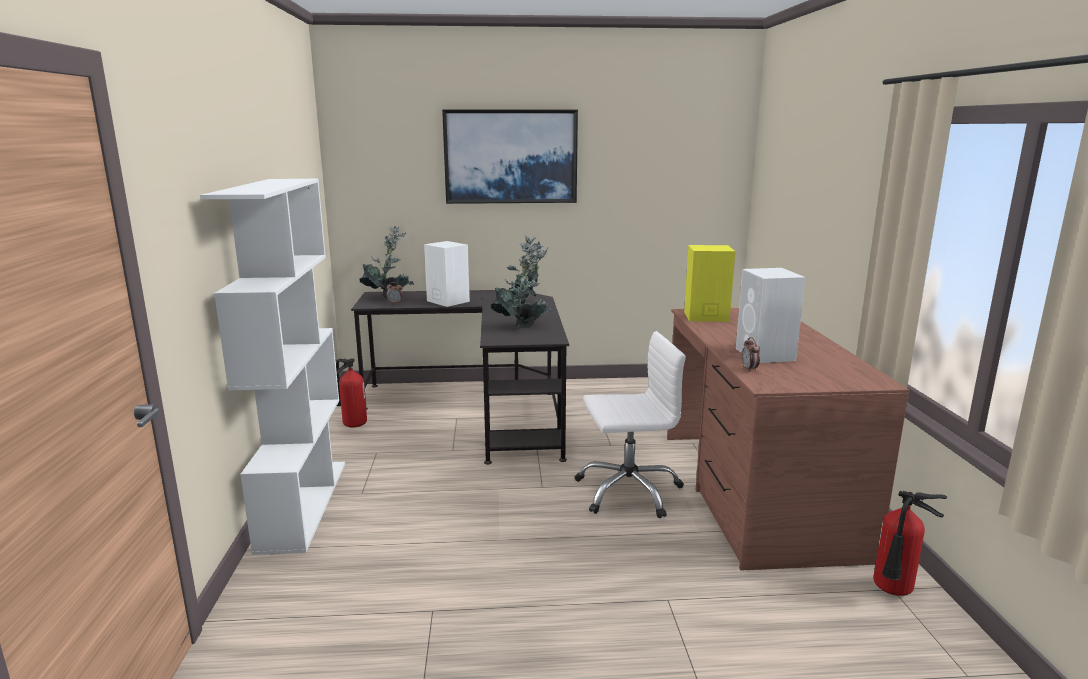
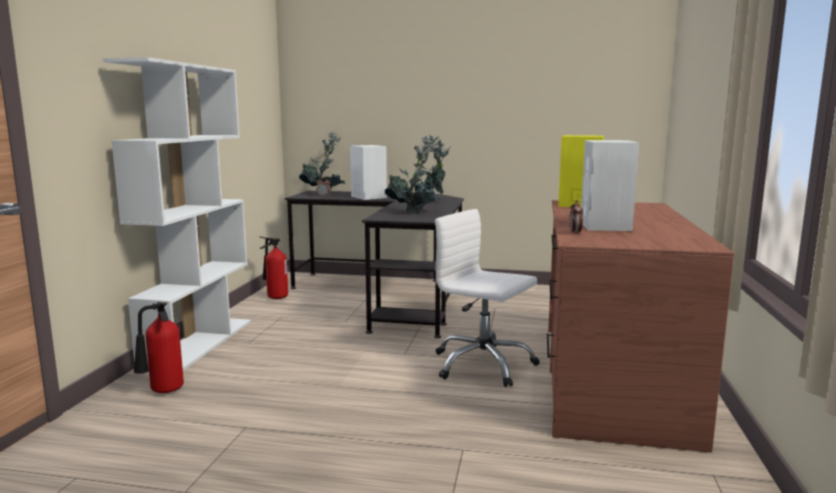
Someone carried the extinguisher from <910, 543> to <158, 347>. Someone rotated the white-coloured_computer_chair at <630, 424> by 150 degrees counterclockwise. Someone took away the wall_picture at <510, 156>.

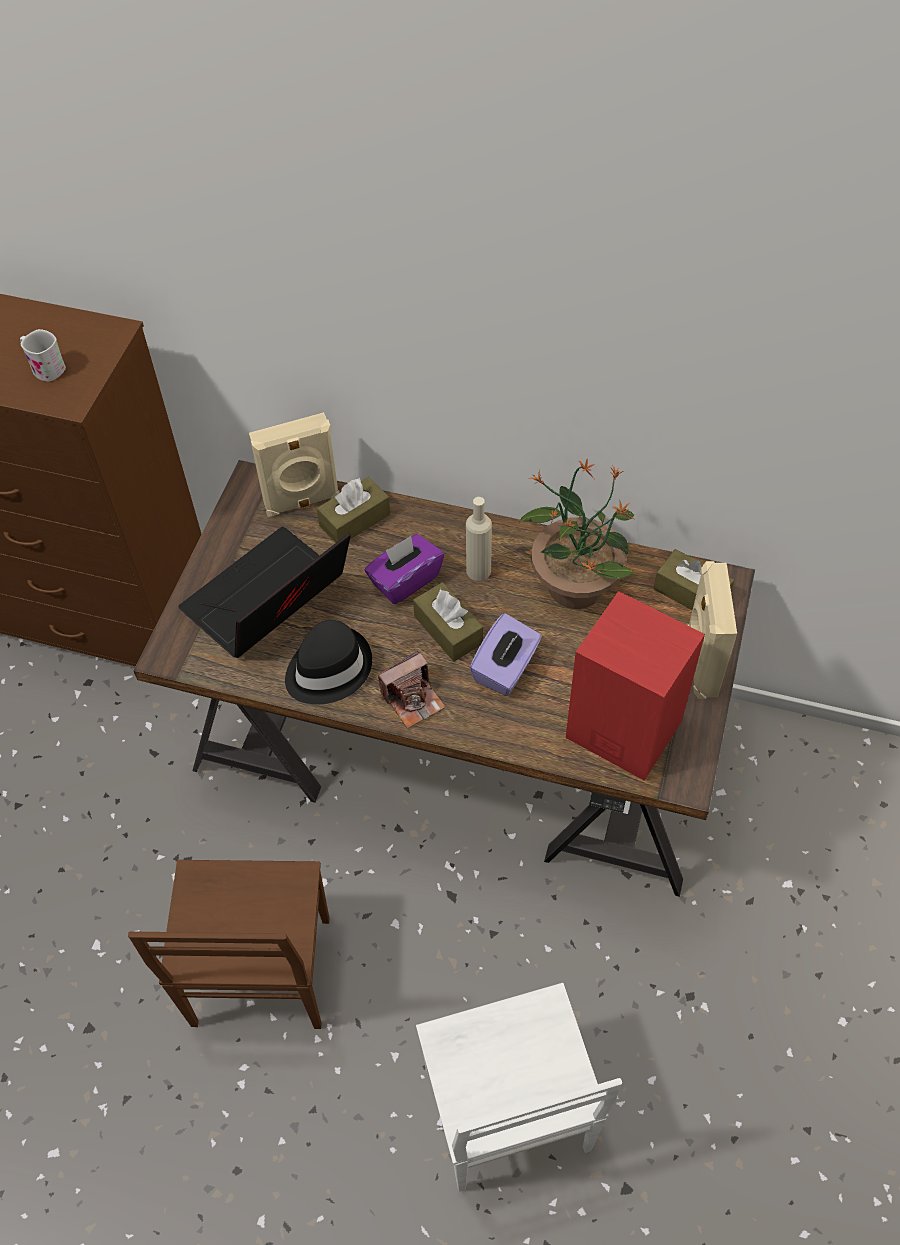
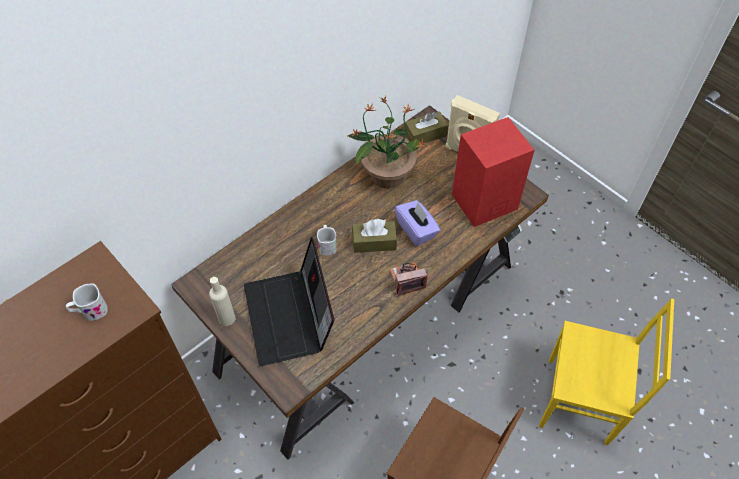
Someone carried the beige-coloured_beverage_bottle from <479, 539> to <222, 301>. Someone swapped the purplish_box_of_tissues at <404, 569> for the white-coloured_tea_mug at <327, 240>. Someone rotated the still_camera at <412, 689> by 105 degrees counterclockwise. Someone repainted the white-coloured_chair at <519, 1087>, which became the yellowish_chair at <606, 371>. Someone took away the beige-coloured_speaker at <294, 464>. Someone took away the blackish_clothing_hat at <328, 662>. Someone took away the brown-coloured_box_of_tissues at <353, 510>.

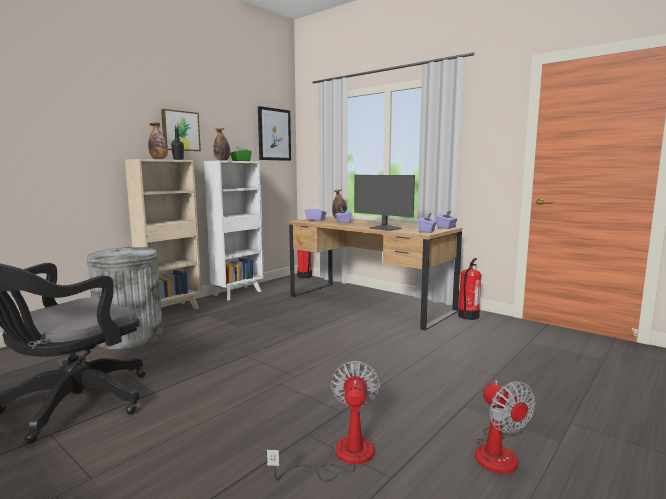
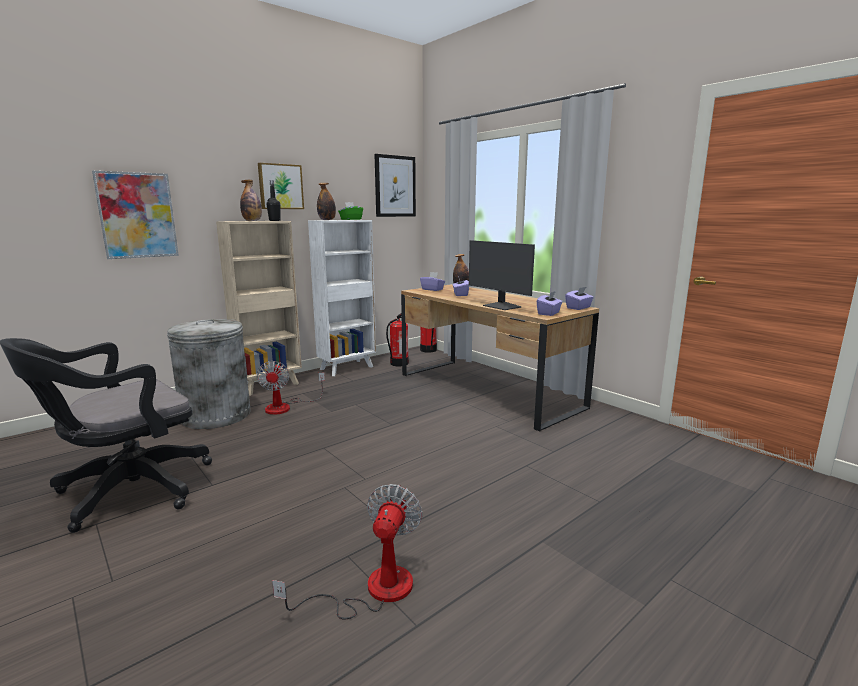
Someone put up the wall_picture at <135, 215>. Someone carried the electric_fan from <505, 427> to <290, 388>. Someone carried the extinguisher from <469, 289> to <397, 340>.

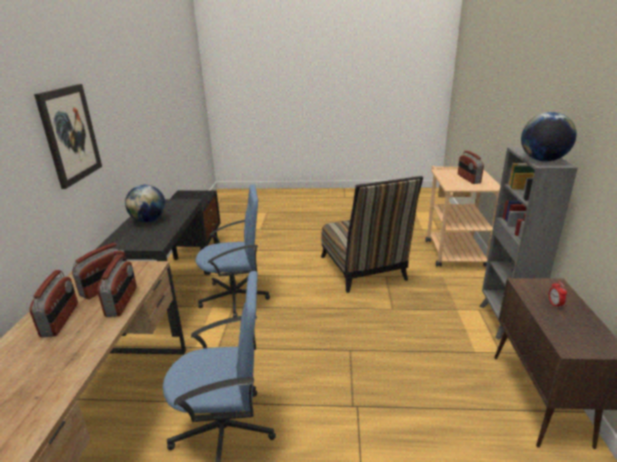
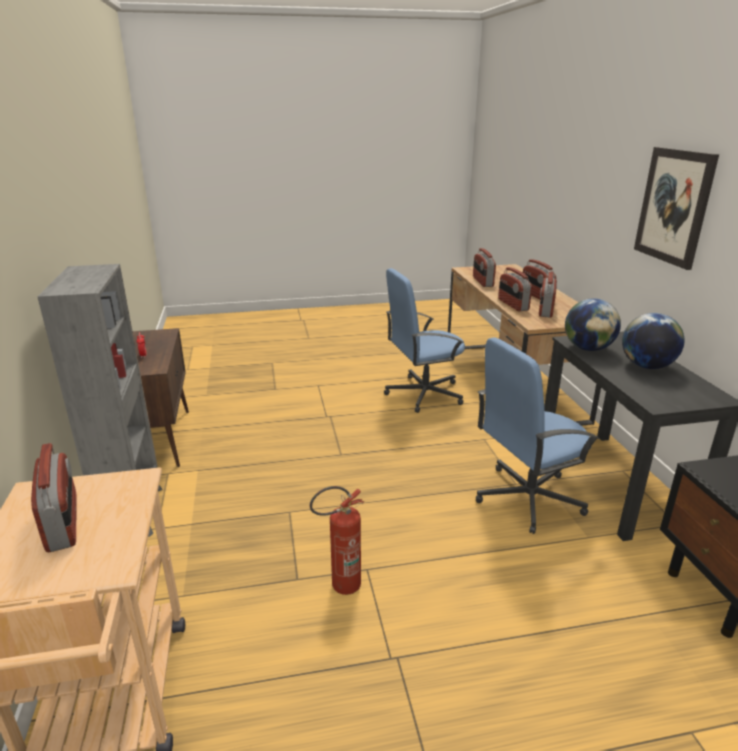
Someone swapped the chair at <372, 234> for the extinguisher at <337, 540>. Someone put down the radio_receiver at <484, 267>. Someone carried the desk_globe from <548, 137> to <593, 324>.

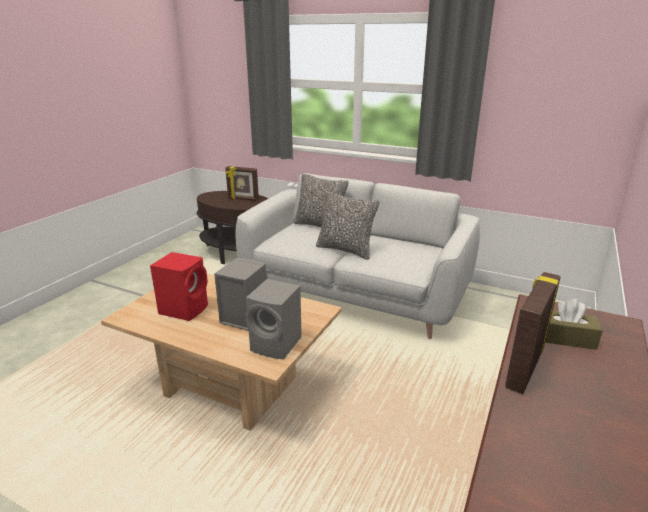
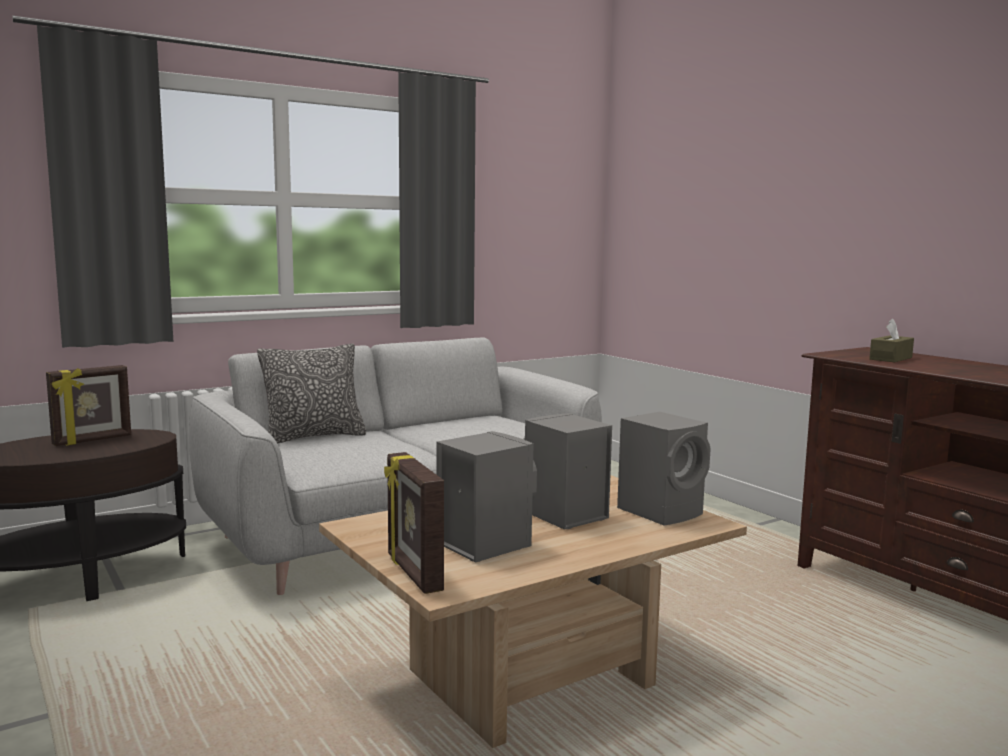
Someone carried the photo_frame from <533, 333> to <414, 523>. Someone repainted the red-coloured_speaker at <179, 286>, which became the grey_speaker at <486, 497>. Someone took away the cushion at <348, 225>.

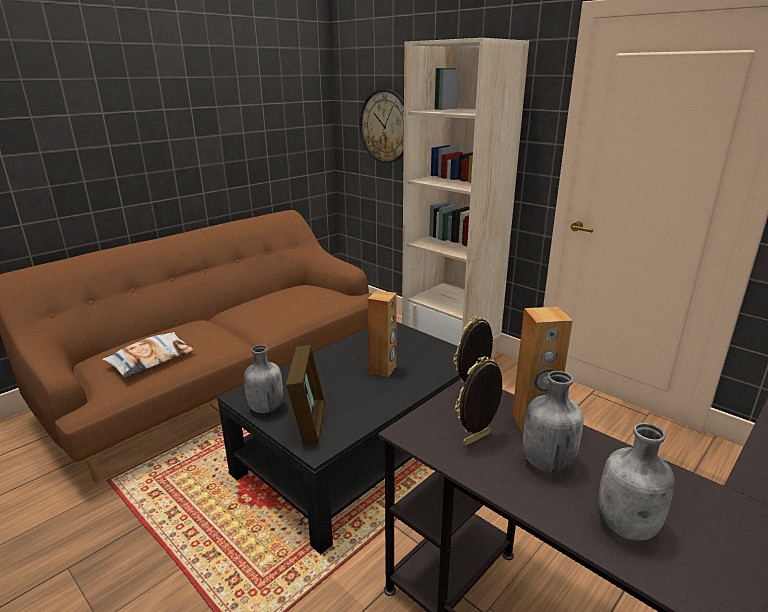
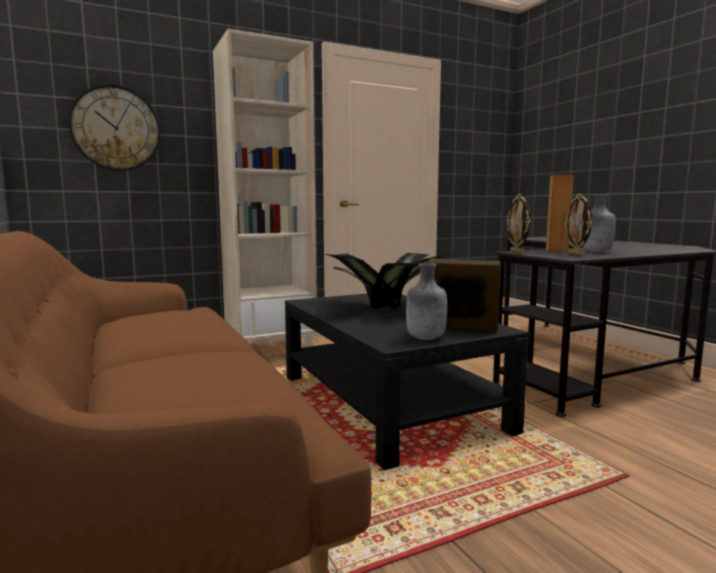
Someone swapped the brown-coloured_speaker at <382, 333> for the houseplant at <390, 281>. Someone took away the cushion at <148, 355>. Someone took away the grey_beverage_bottle at <636, 482>.

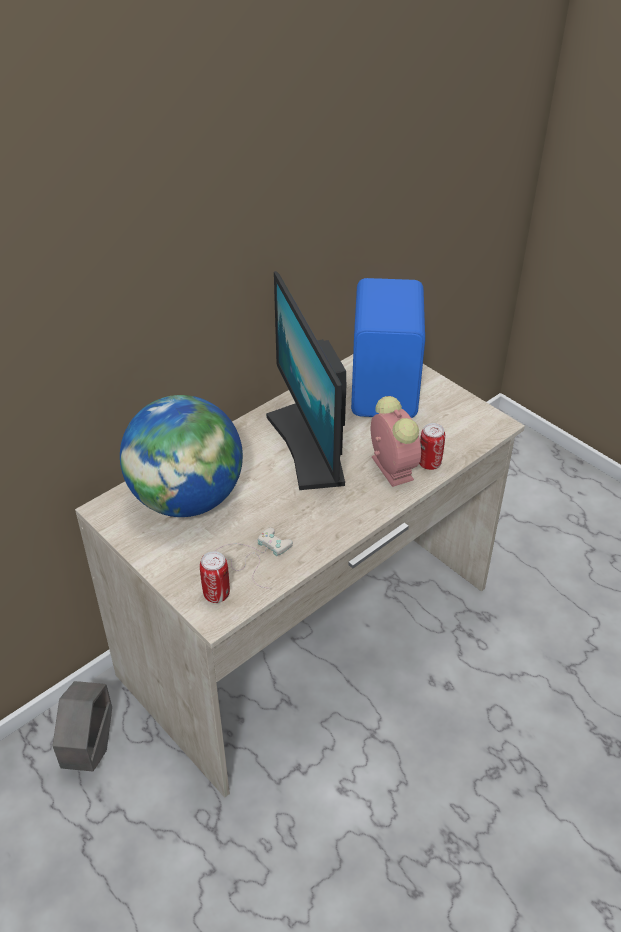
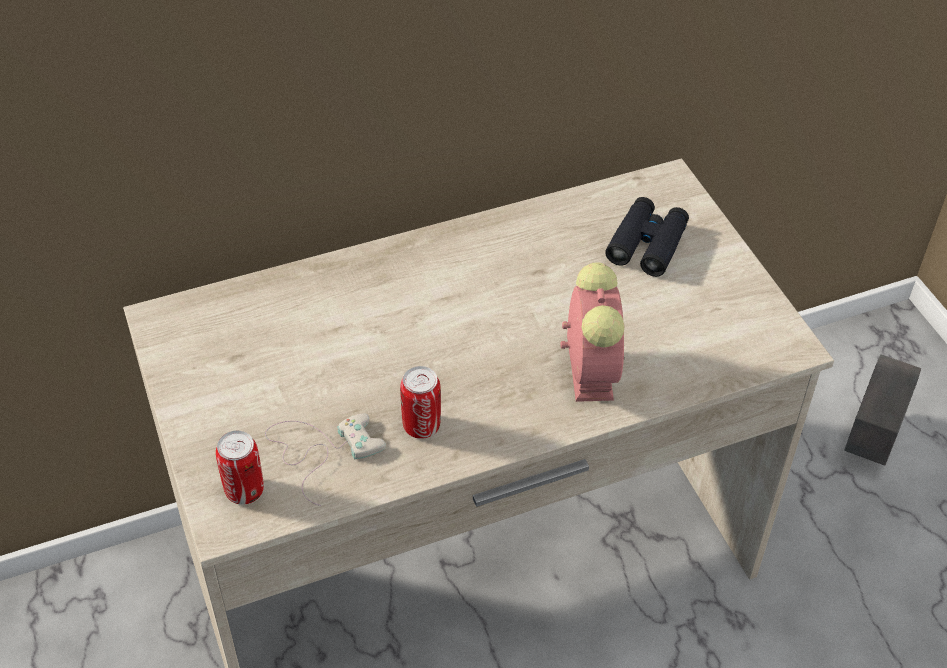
Someone carried the can from <432, 446> to <420, 402>. Someone swapped the blue_speaker at <388, 348> for the blackish_pair_of_binoculars at <647, 237>. Someone carried the grey_plant_pot from <82, 726> to <882, 410>. Someone took away the desk_globe at <181, 456>. Someone took away the computer_screen at <306, 380>.

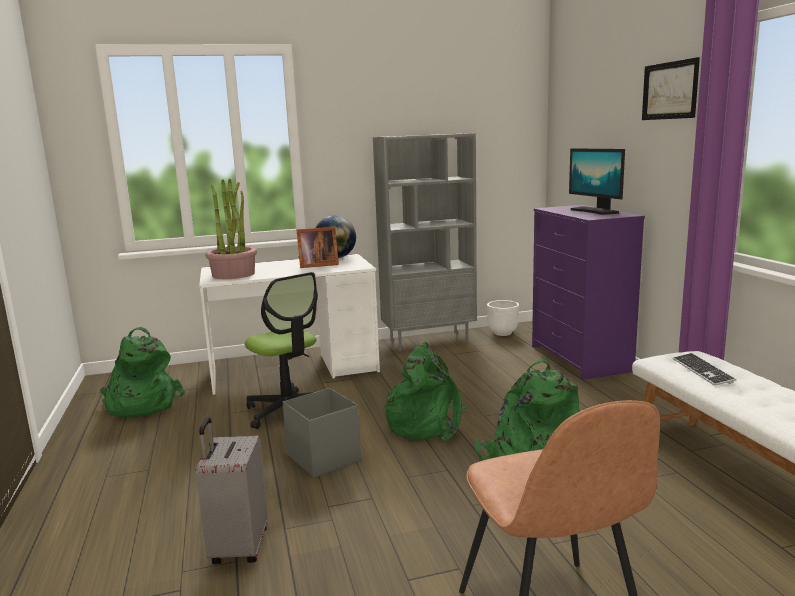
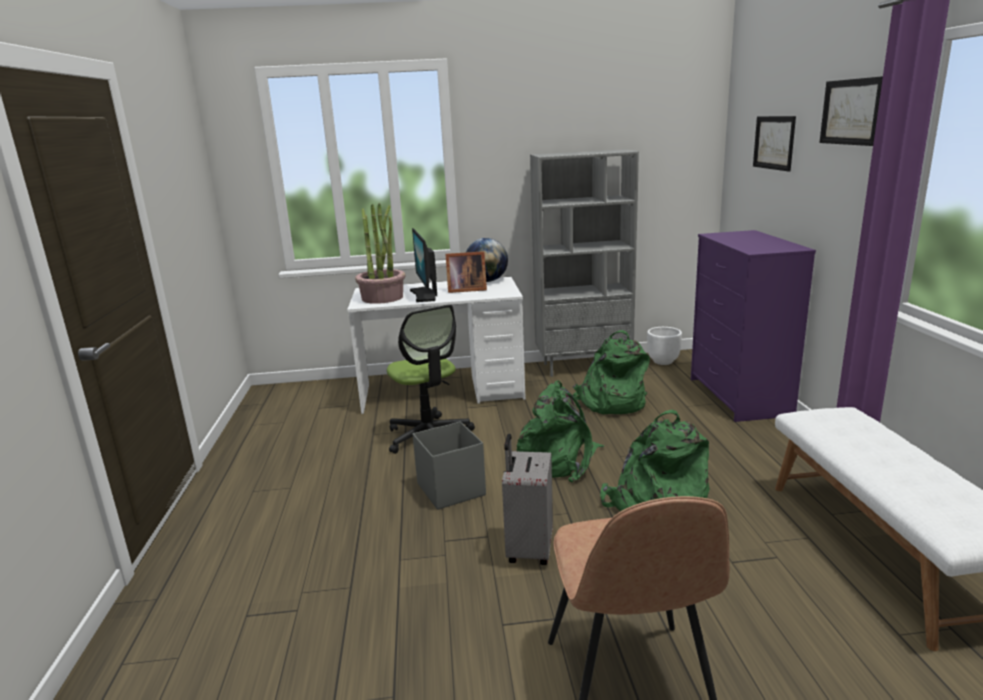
Someone carried the computer_screen from <597, 181> to <423, 265>. Someone carried the grey_piece_of_luggage from <232, 490> to <527, 499>. Someone carried the green-coloured_knapsack from <142, 372> to <611, 372>. Someone put up the wall_picture at <774, 144>. Someone took away the keyboard at <704, 369>.

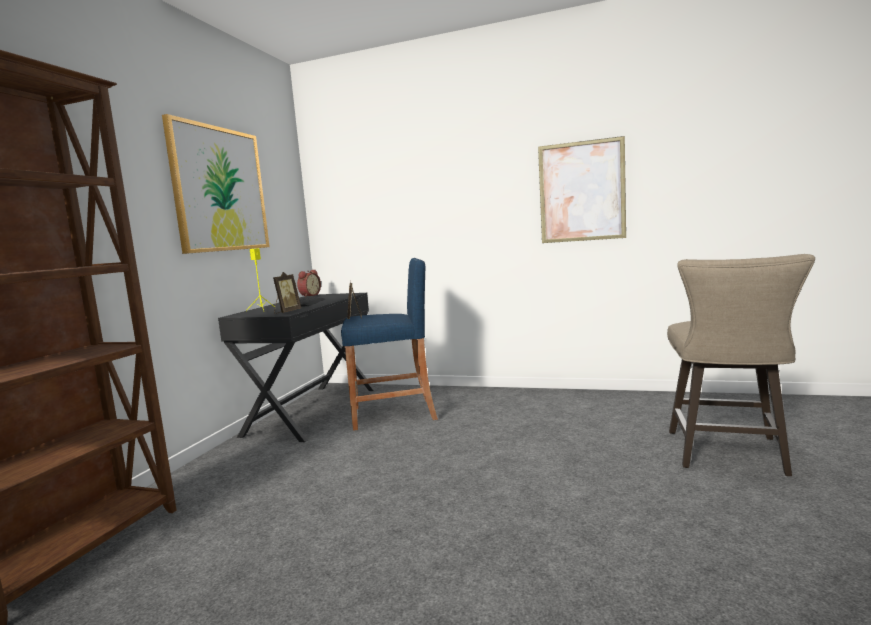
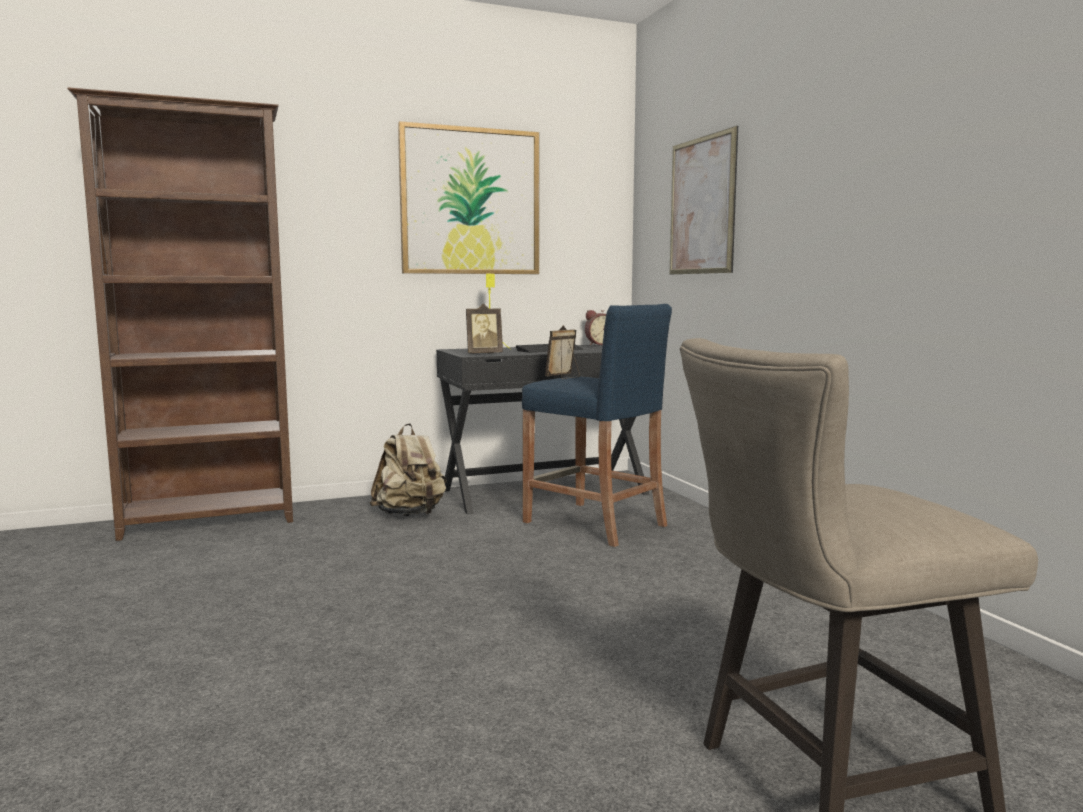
Someone put down the beige-coloured_knapsack at <408, 469>. Someone carried the wall_picture from <582, 189> to <704, 200>.

